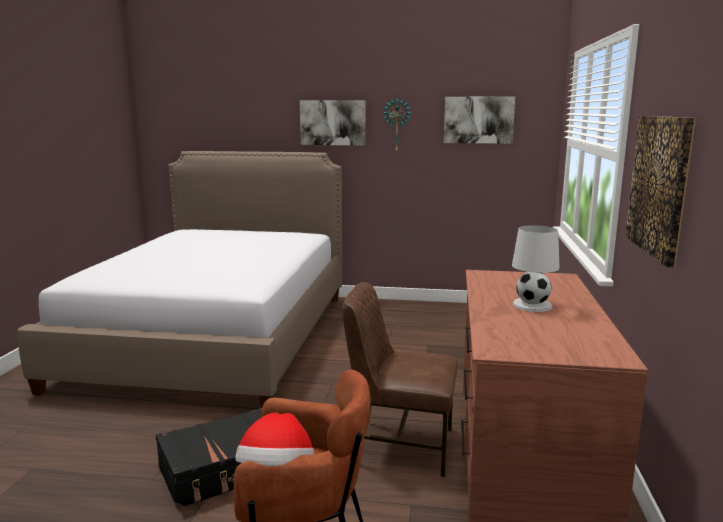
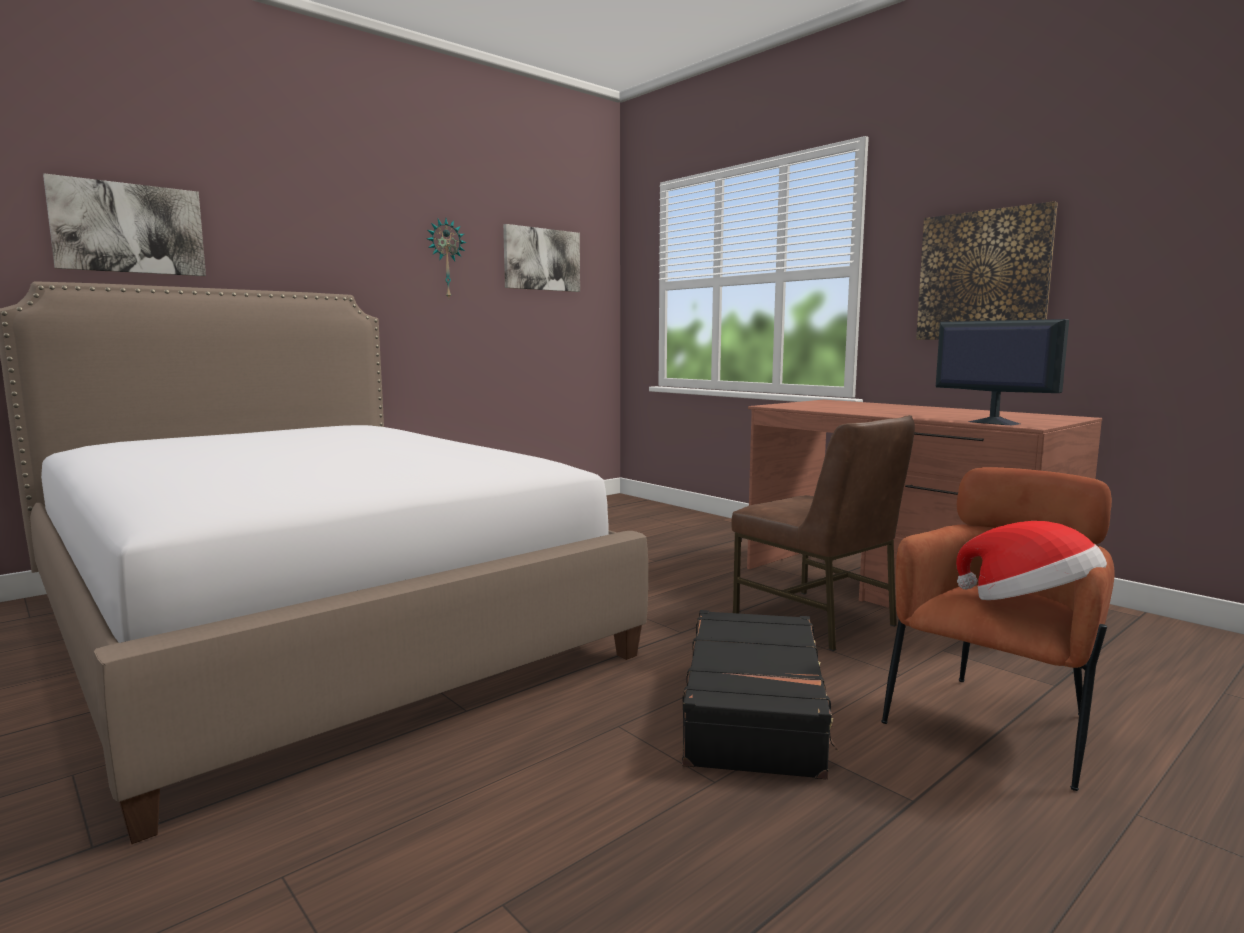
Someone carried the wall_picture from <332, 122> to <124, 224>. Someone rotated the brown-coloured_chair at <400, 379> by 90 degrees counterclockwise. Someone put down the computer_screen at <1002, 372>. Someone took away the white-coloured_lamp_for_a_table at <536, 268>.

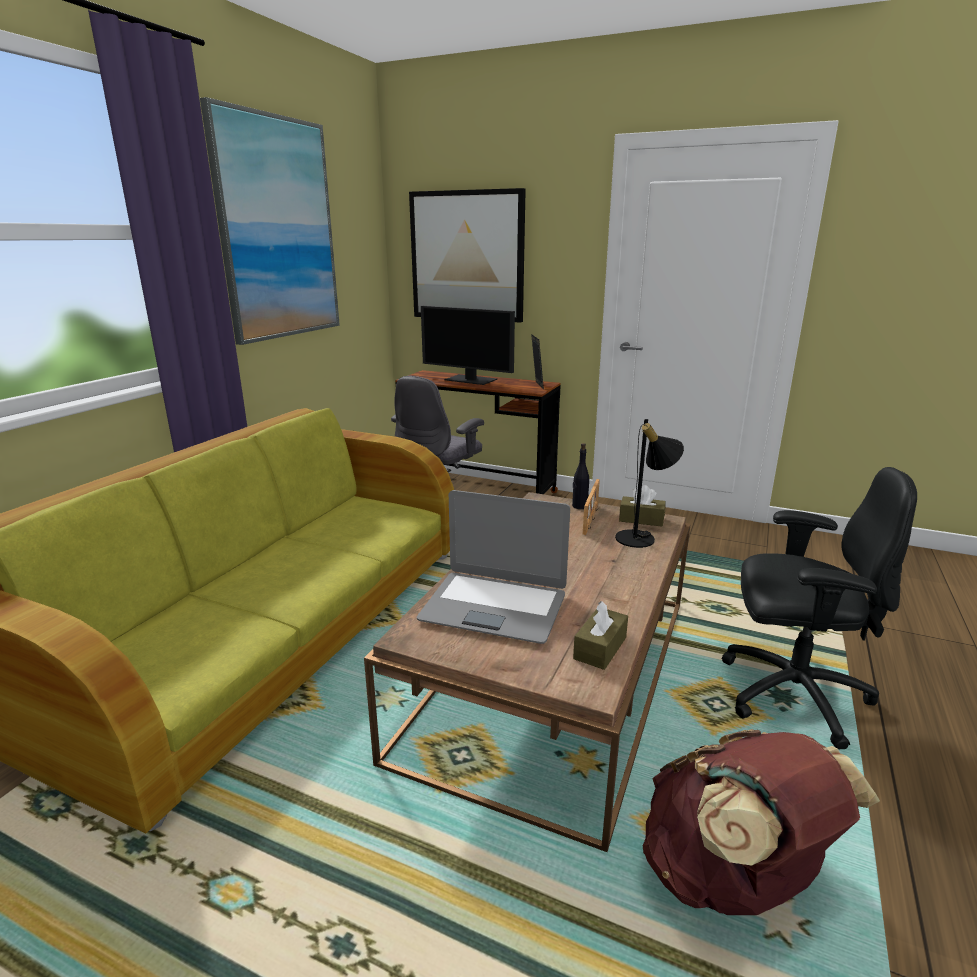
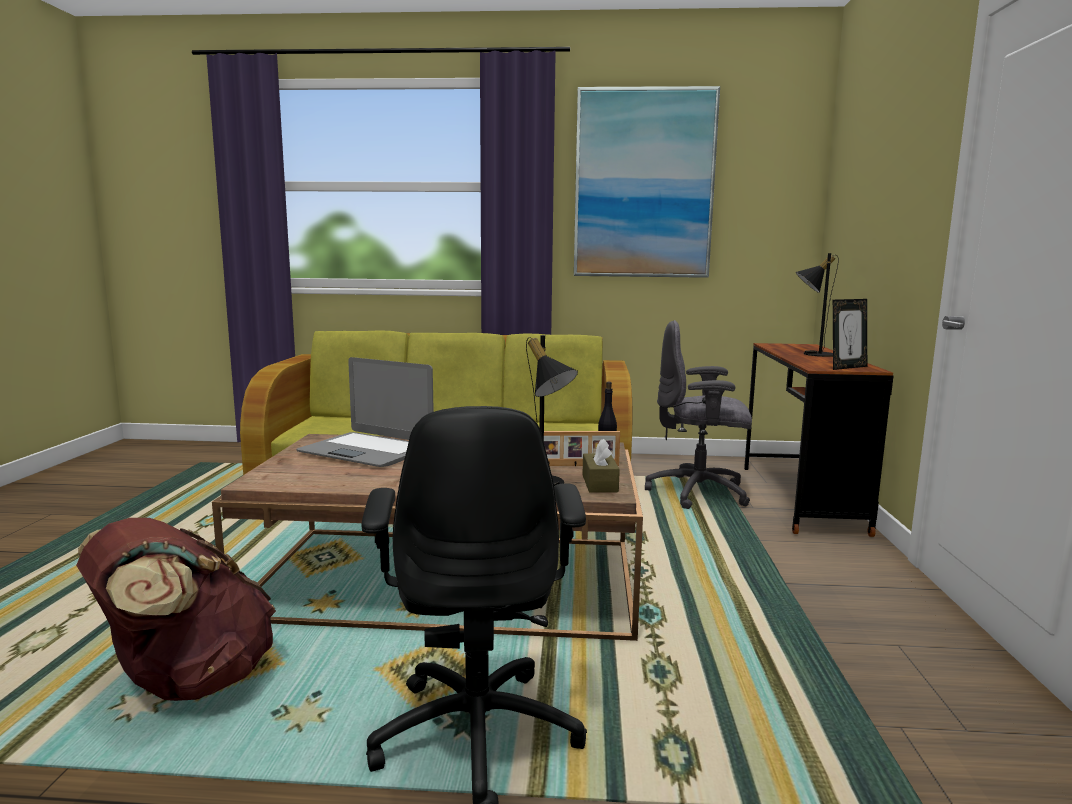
Someone rotated the notebook_computer at <493, 567> by 60 degrees counterclockwise. Someone swapped the computer_screen at <468, 345> for the blackish_lamp_for_a_table at <817, 305>. Someone took away the wall_picture at <467, 255>. Someone took away the brown-coloured_box_of_tissues at <600, 635>.

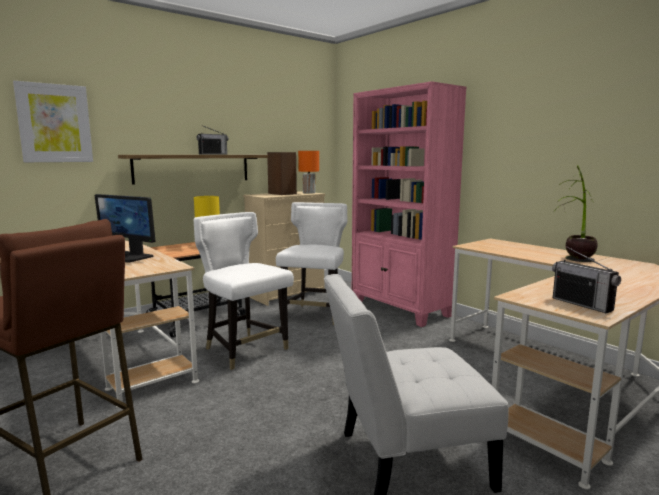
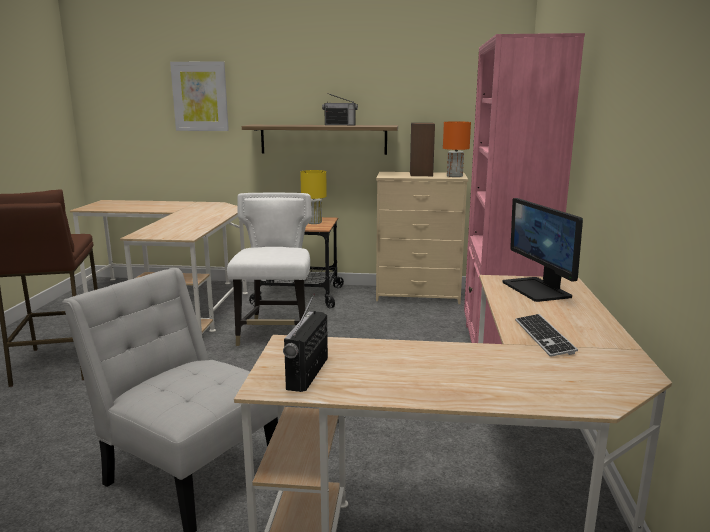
Someone carried the computer_screen from <124, 228> to <542, 250>. Someone swapped the houseplant at <576, 213> for the keyboard at <546, 335>. Someone took away the white-coloured_chair at <311, 263>.

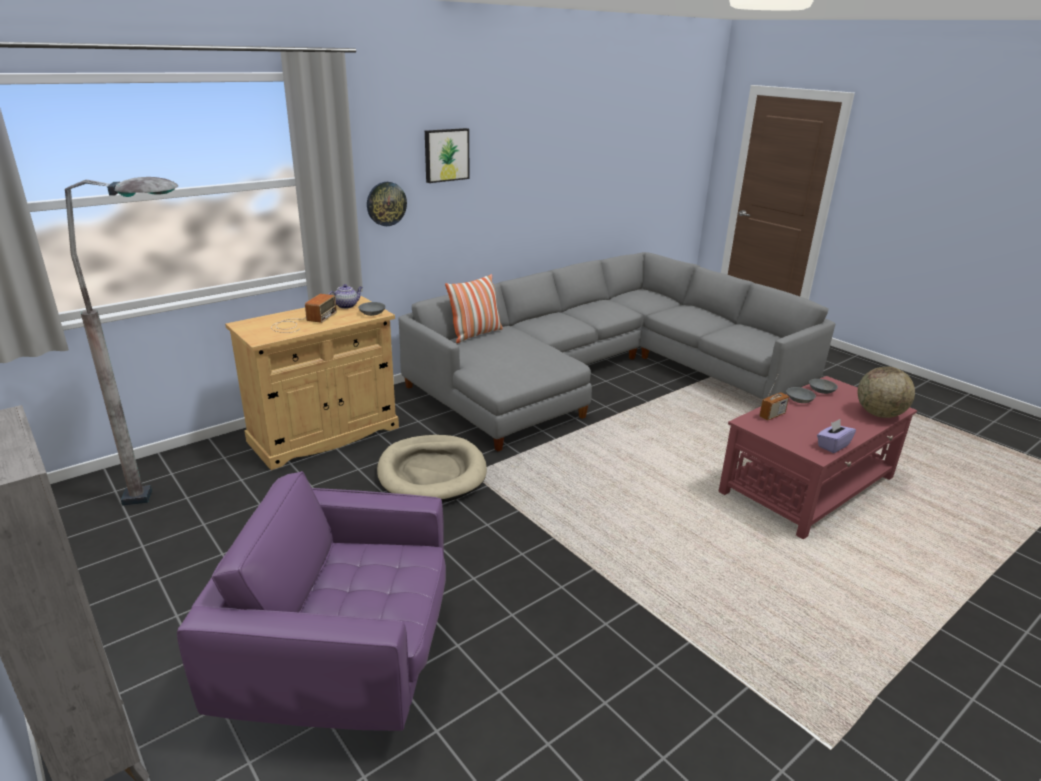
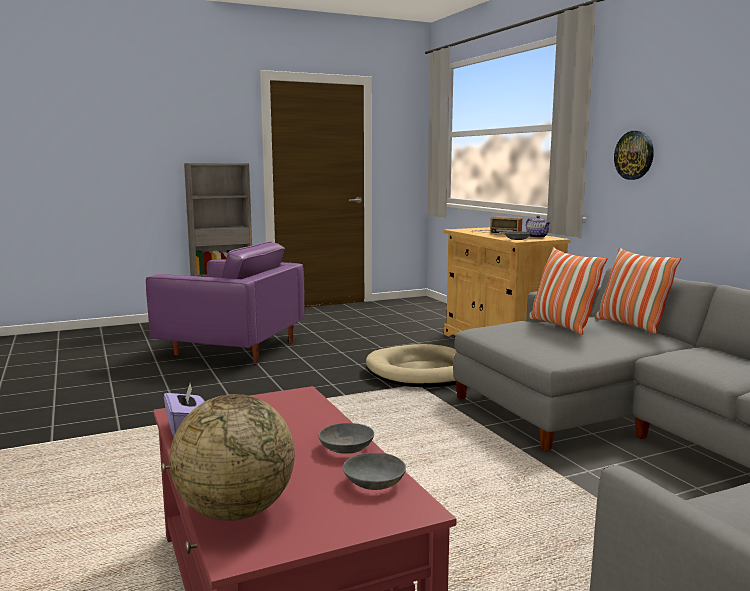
Someone rotated the purplish_easy_chair at <311, 601> by 90 degrees clockwise. Someone put down the cushion at <568, 291>. Someone took away the grey_floor_lamp at <121, 341>. Someone took away the wall_picture at <447, 155>. Someone took away the radio_receiver at <774, 399>.

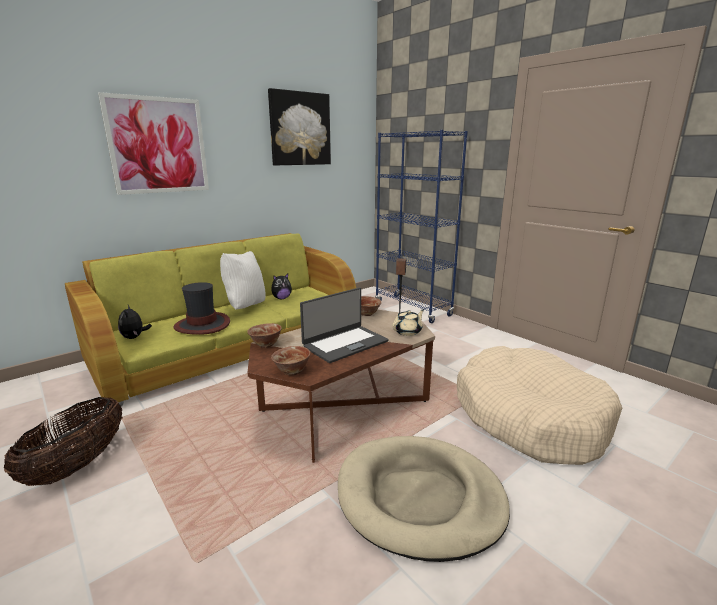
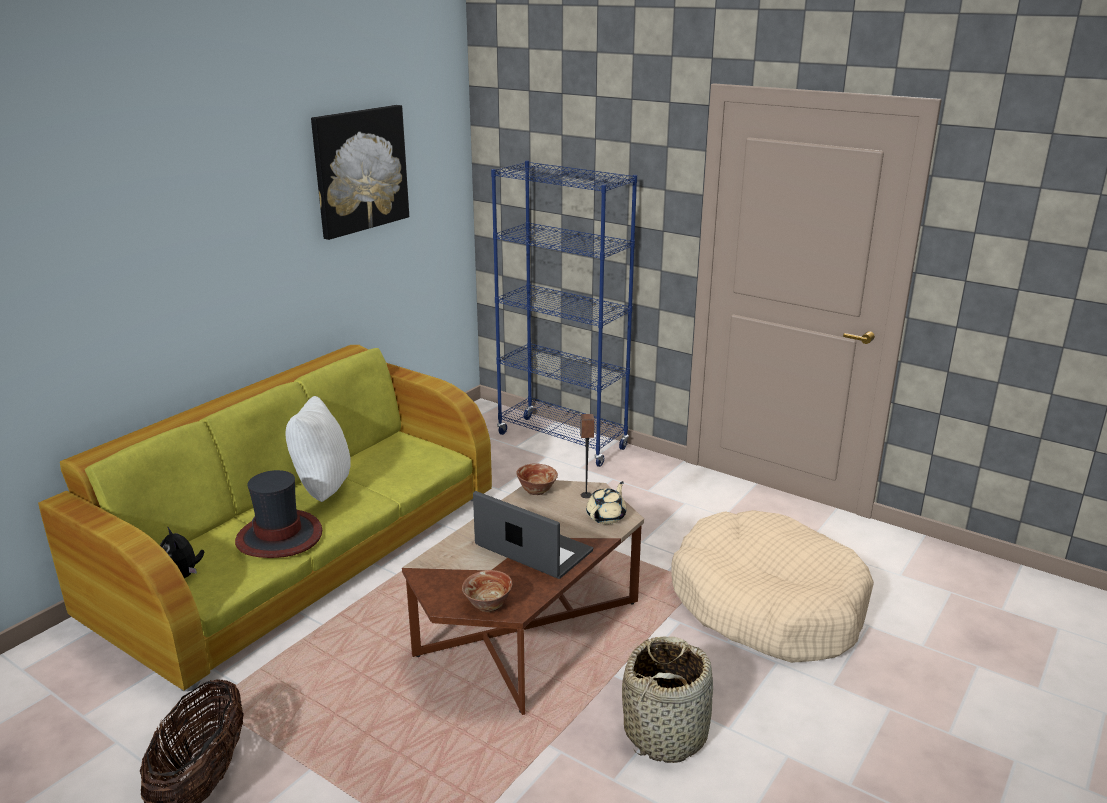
Someone rotated the notebook_computer at <344, 325> by 90 degrees counterclockwise. Someone swapped the beige-coloured_dog_cushion at <424, 499> for the basket at <667, 700>. Someone took away the wall_picture at <153, 143>. Someone took away the serving_bowl at <264, 335>. Someone took away the soft_toy at <281, 286>.

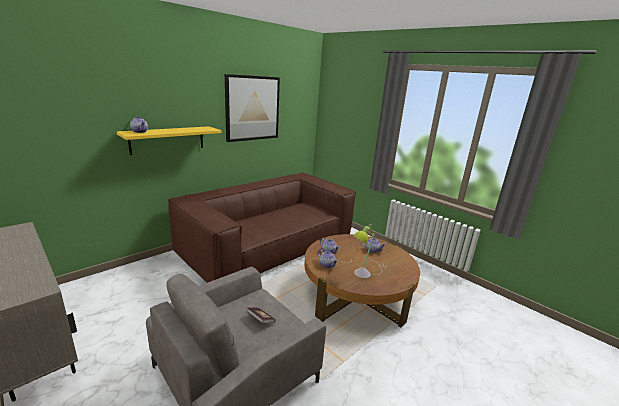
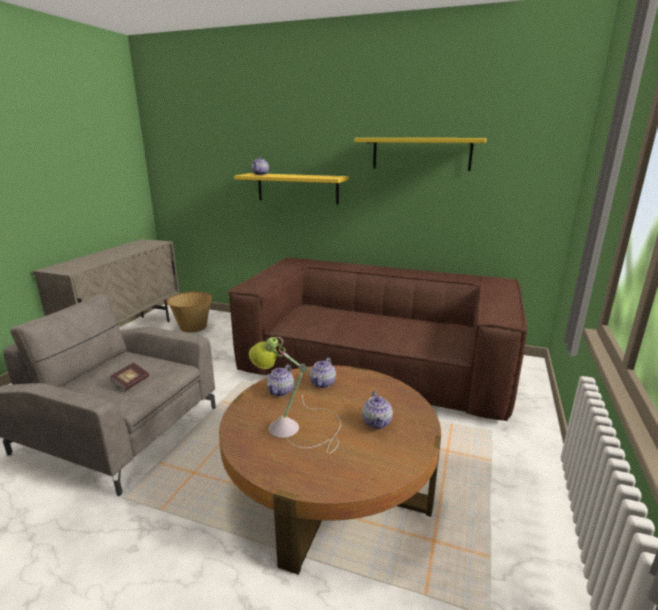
Someone put down the basket at <189, 312>. Someone swapped the wall_picture at <252, 108> for the yellowish_shelf at <420, 154>.

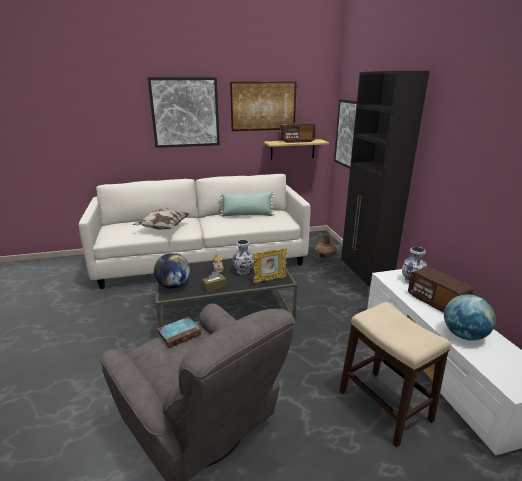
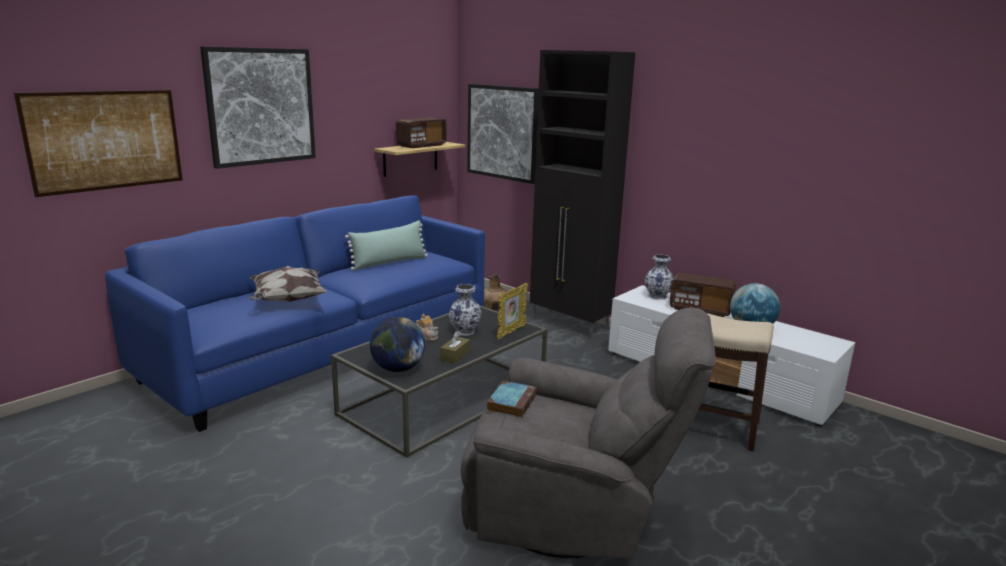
Someone carried the wall_picture from <263, 106> to <98, 143>. Someone repainted the white-coloured_couch at <195, 231>, which became the blue_couch at <295, 313>.

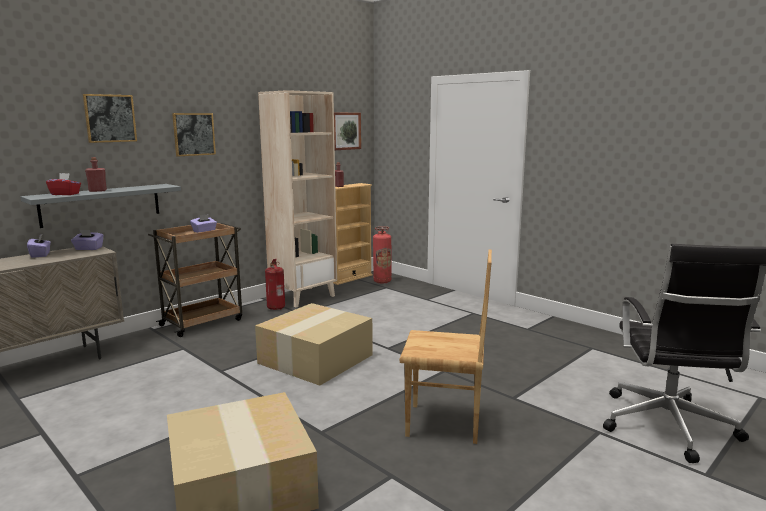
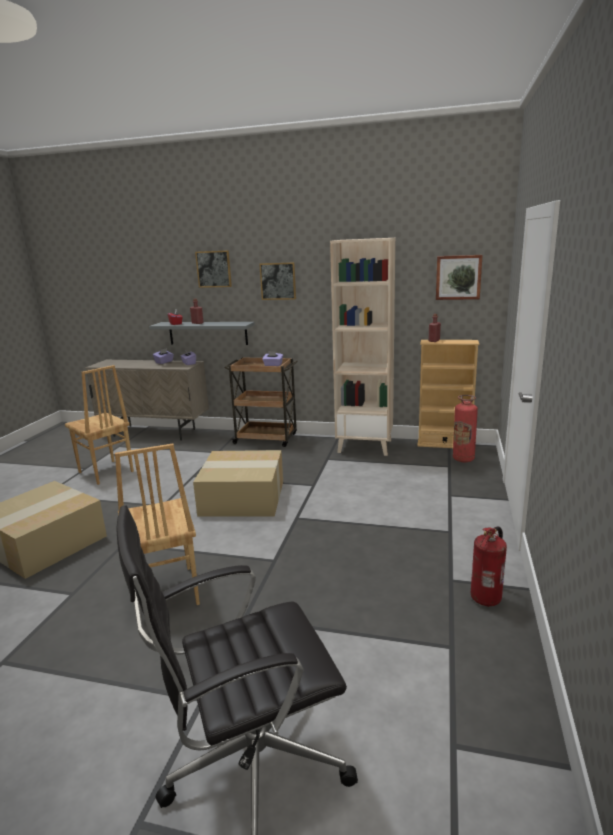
Someone put down the brown-coloured_chair at <99, 425>. Someone carried the extinguisher from <275, 284> to <489, 566>.

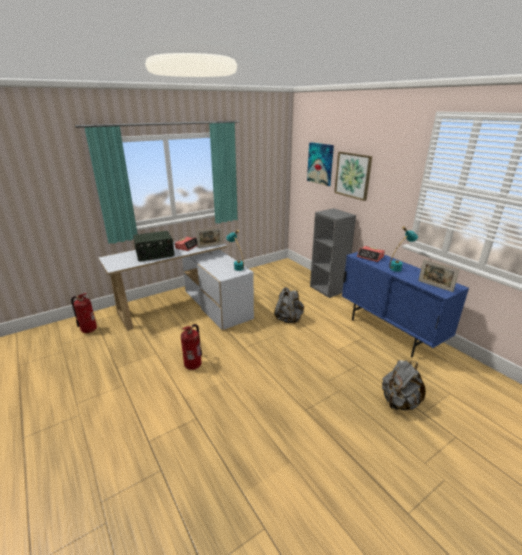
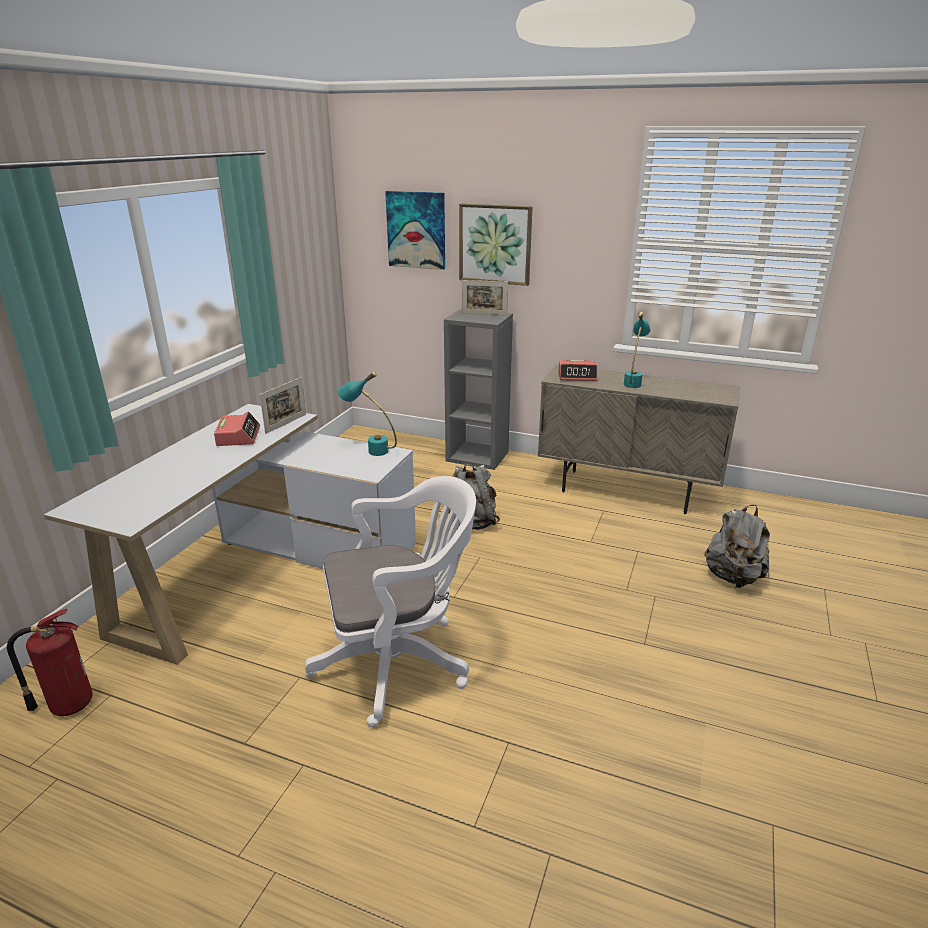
Someone swapped the extinguisher at <191, 347> for the white-coloured_computer_chair at <390, 601>. Someone carried the photo_frame from <439, 275> to <485, 297>. Someone repainted the blue_storage_cabinet at <405, 304>, which became the beige-coloured_storage_cabinet at <638, 439>. Someone took away the radio_receiver at <154, 246>.

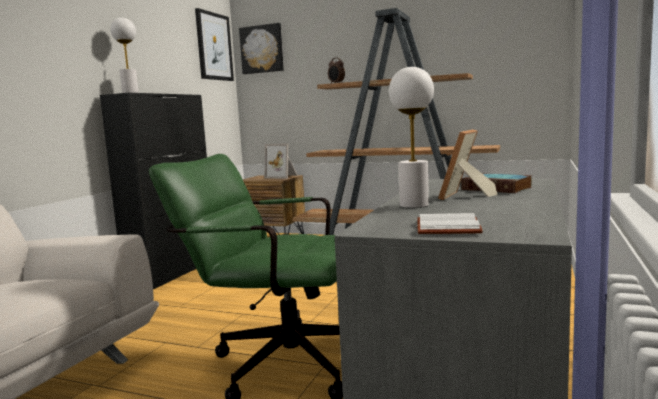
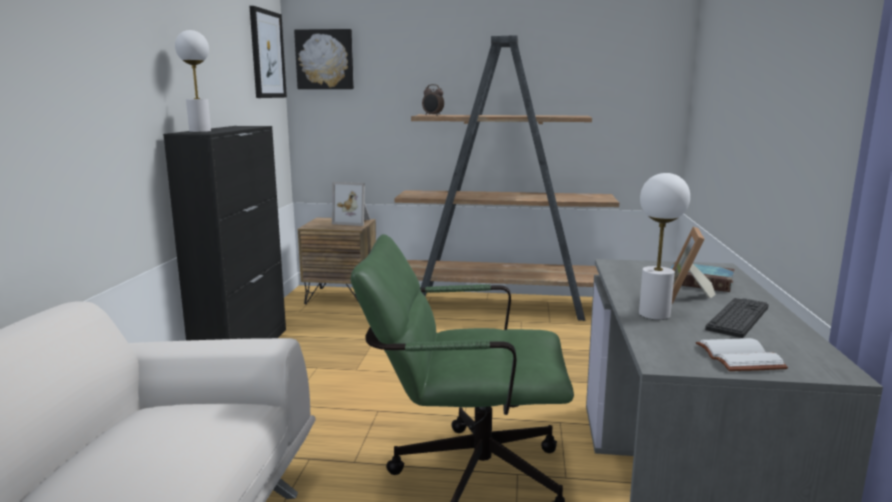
Someone put down the keyboard at <737, 318>.

